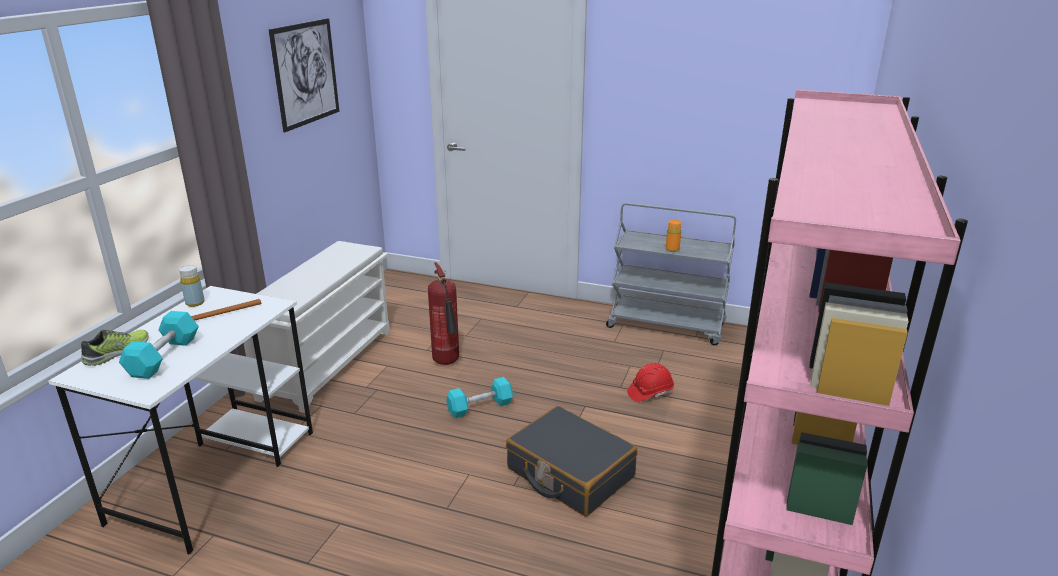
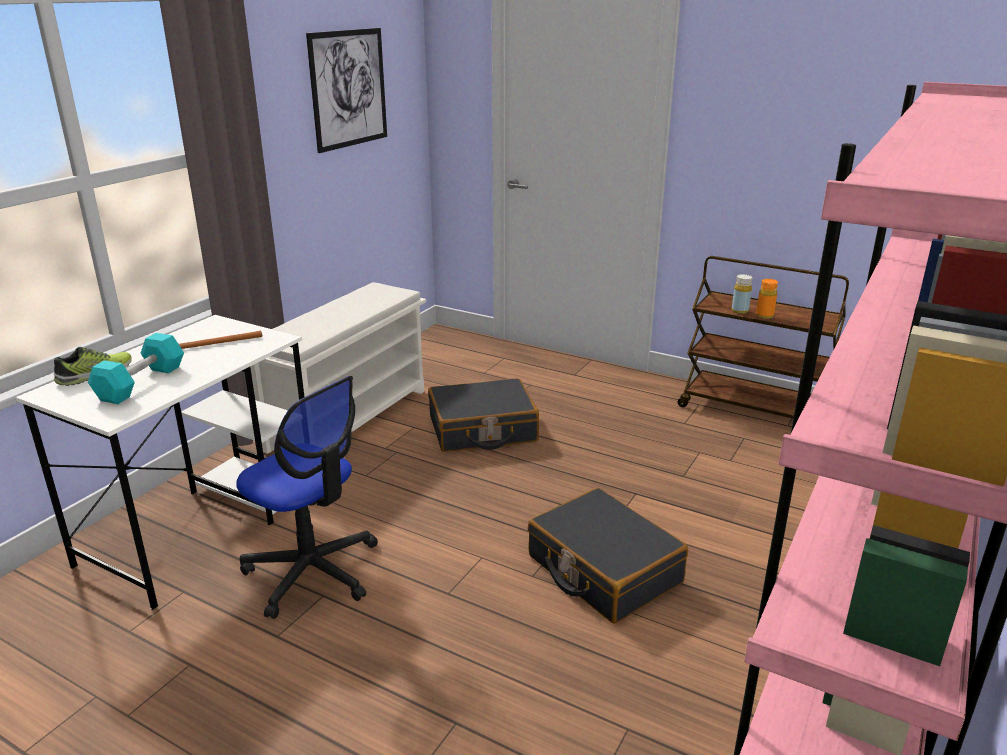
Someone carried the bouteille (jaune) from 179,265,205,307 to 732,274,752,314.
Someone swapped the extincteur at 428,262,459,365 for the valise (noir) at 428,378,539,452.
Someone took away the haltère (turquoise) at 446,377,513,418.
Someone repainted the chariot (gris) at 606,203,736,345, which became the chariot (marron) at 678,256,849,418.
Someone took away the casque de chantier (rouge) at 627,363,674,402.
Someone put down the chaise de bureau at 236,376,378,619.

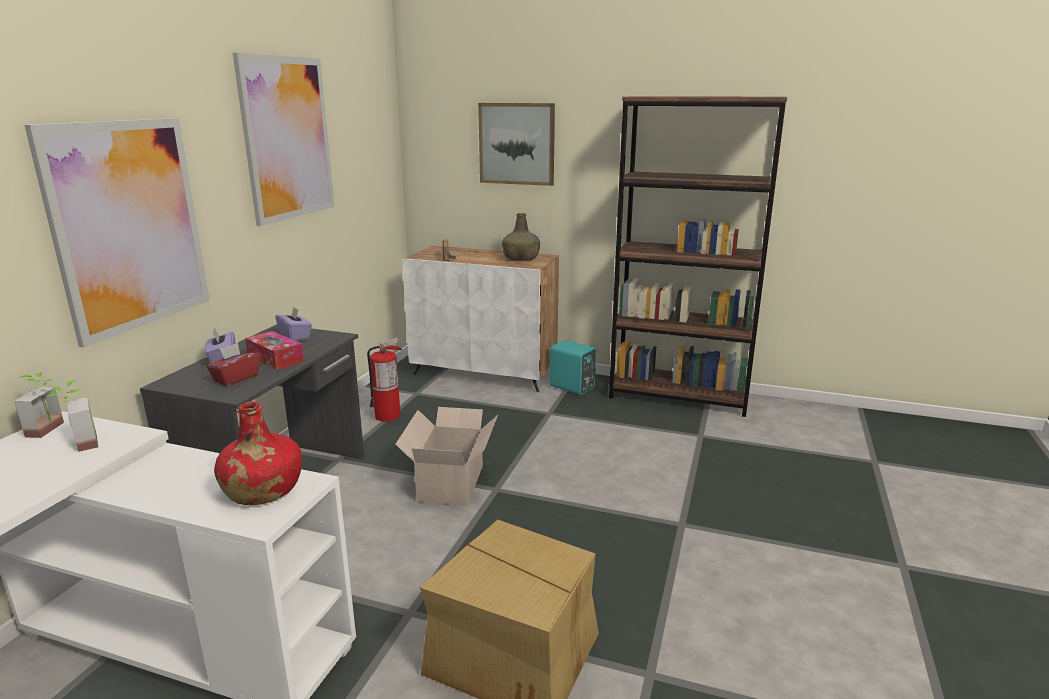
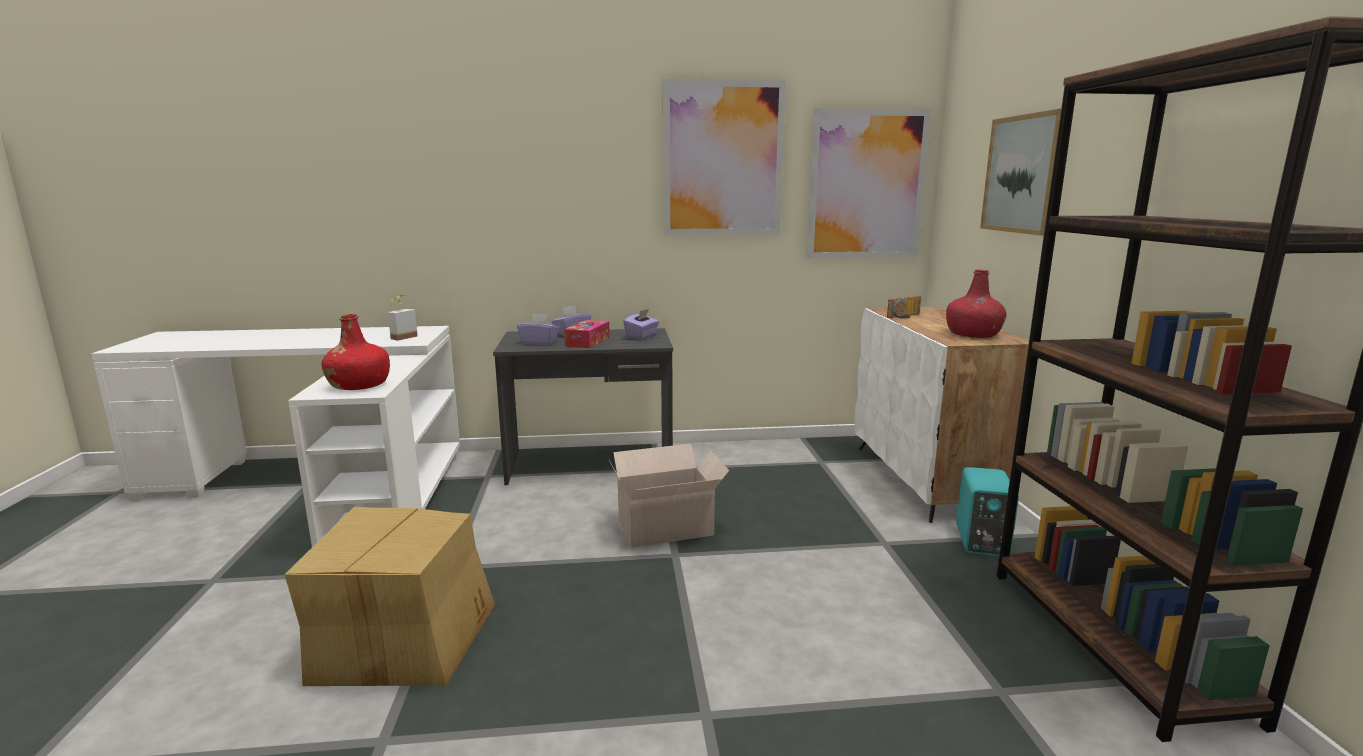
Someone took away the plante en pot at 14,372,64,438.
Someone carried the tableau from 24,118,210,348 to 806,108,931,259.
Someone repainted the boîte à mouchoirs (rouge) at 207,343,260,386, which became the boîte à mouchoirs (violet) at 517,313,559,345.
Someone took away the extincteur at 367,337,402,422.
Someone repainted the bouteille (vert) at 502,213,540,261, which became the bouteille (rouge) at 946,269,1006,338.

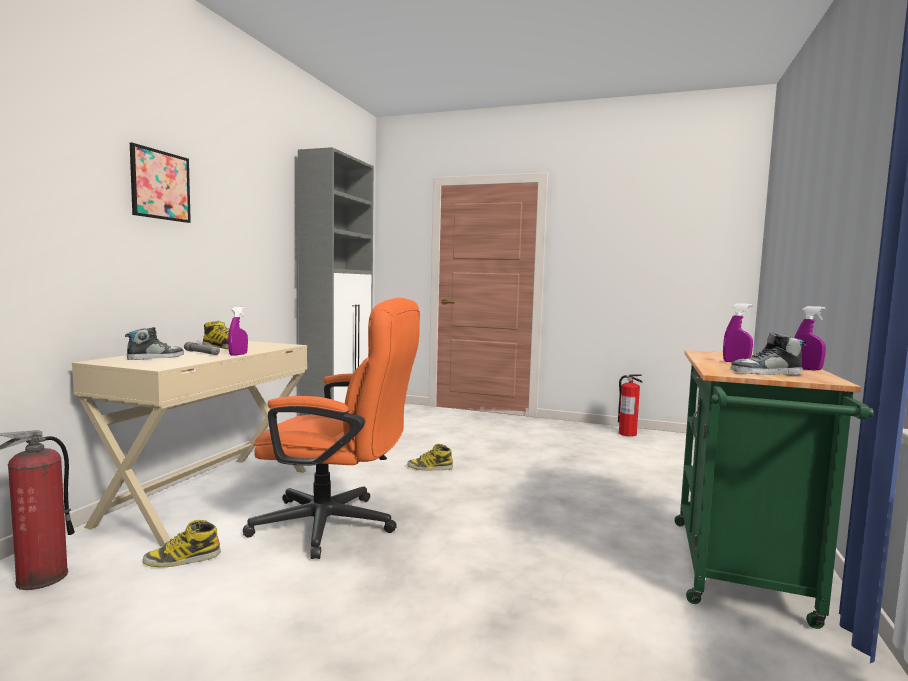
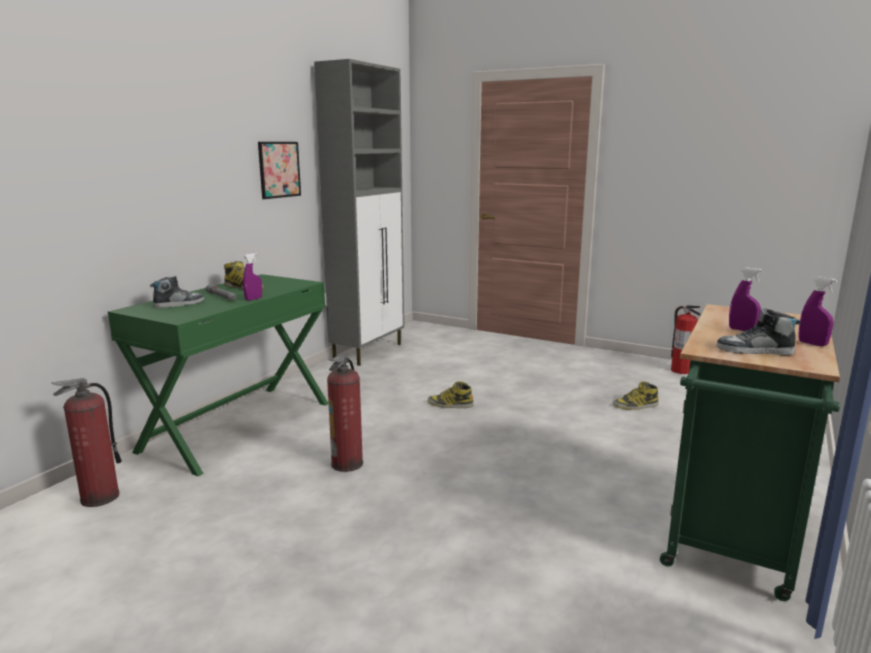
Someone repainted the bureau (beige) at 72,341,307,547, which became the bureau (vert) at 108,274,328,477.
Someone carried the tableau from 130,143,191,223 to 258,142,301,199.
Someone carried the botte from 142,520,221,567 to 613,381,658,410.
Someone swapped the chaise de bureau (orange) at 243,298,420,559 for the extincteur at 327,355,363,472.

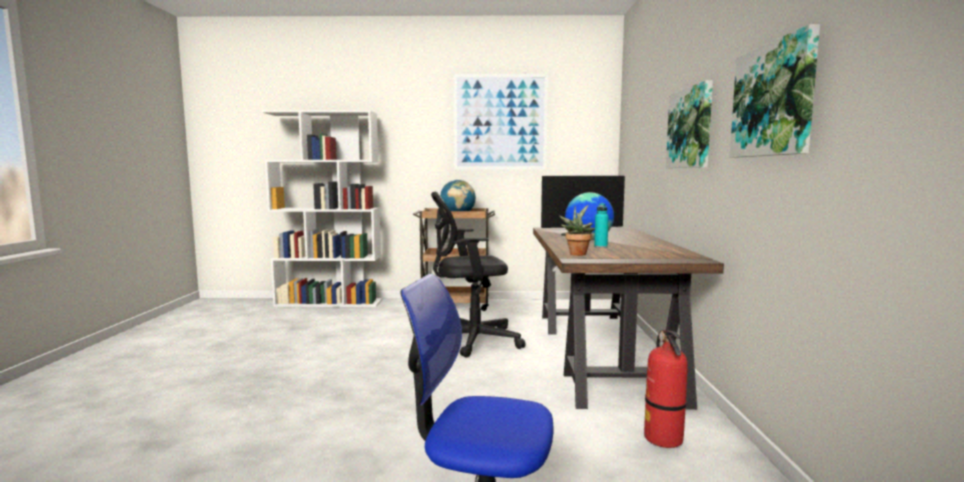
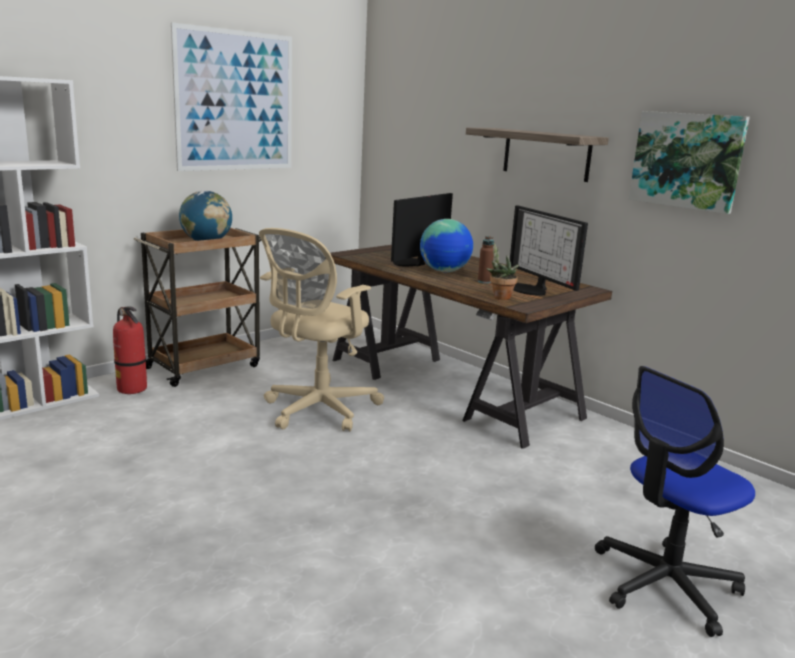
Someone repainted the chaise de bureau (noir) at 431,192,526,358, which became the chaise de bureau (beige) at 259,228,384,432.
Someone repainted the bouteille (turquoise) at 594,203,609,248, which became the bouteille (marron) at 478,236,494,284.
Someone carried the extincteur from 644,330,688,448 to 113,306,147,394.
Someone swapped the tableau at 666,80,713,168 for the étagère at 466,128,609,182.
Someone put down the écran d'ordinateur at 510,205,588,296.

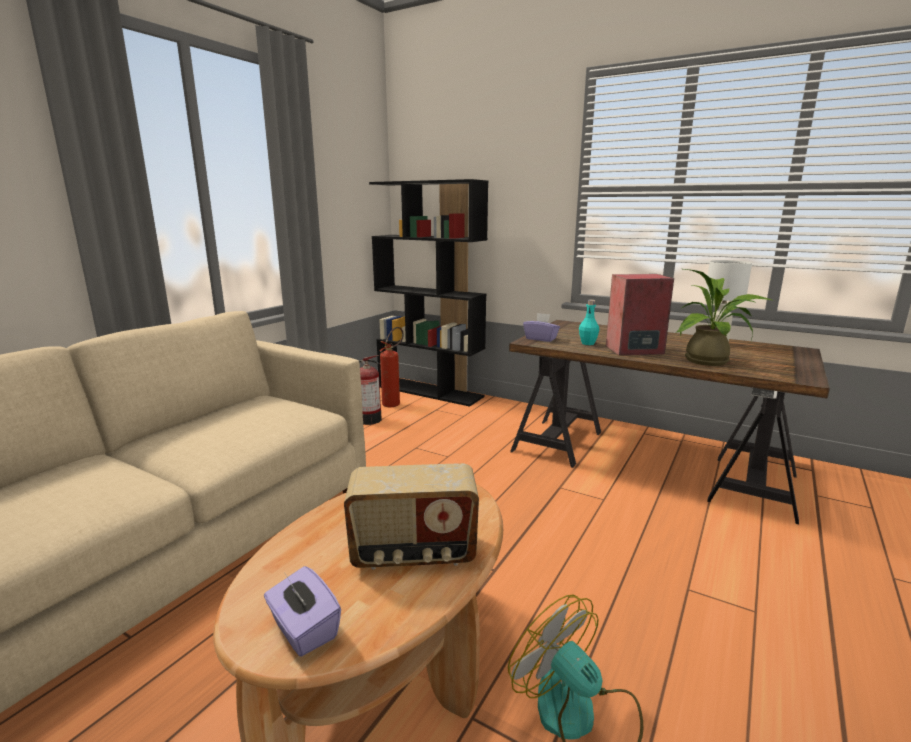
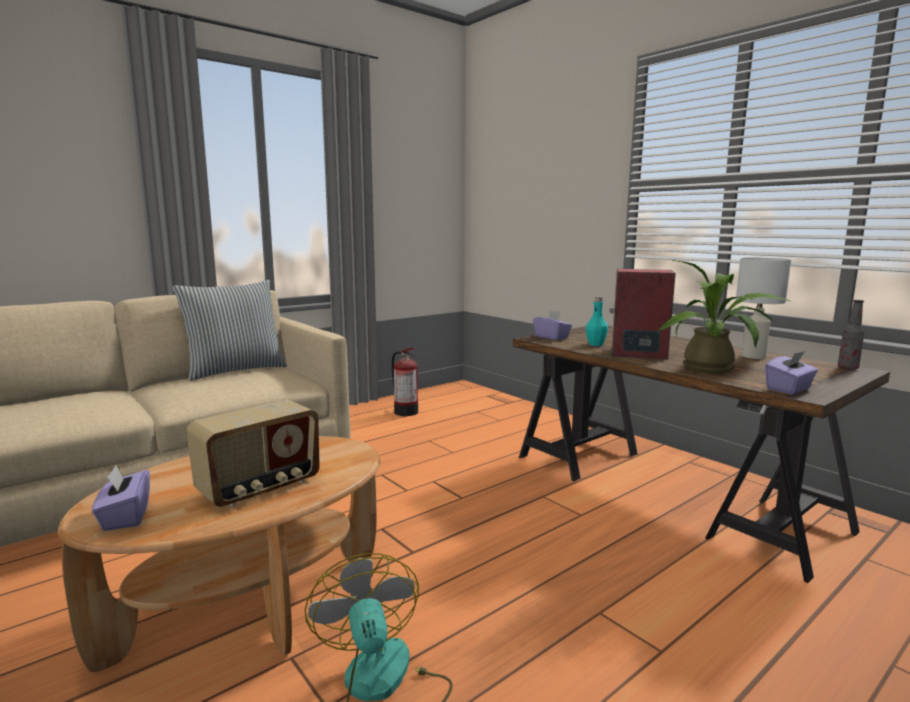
Someone rotated the radio at 344,463,479,570 by 60 degrees counterclockwise.
Someone took away the bibliothèque (noir) at 369,179,488,407.
Someone took away the extincteur at 379,327,404,407.
Someone put down the coussin at 173,280,287,381.
Someone put down the boîte à mouchoirs (violet) at 765,351,818,394.
Someone put down the bouteille at 838,300,865,370.

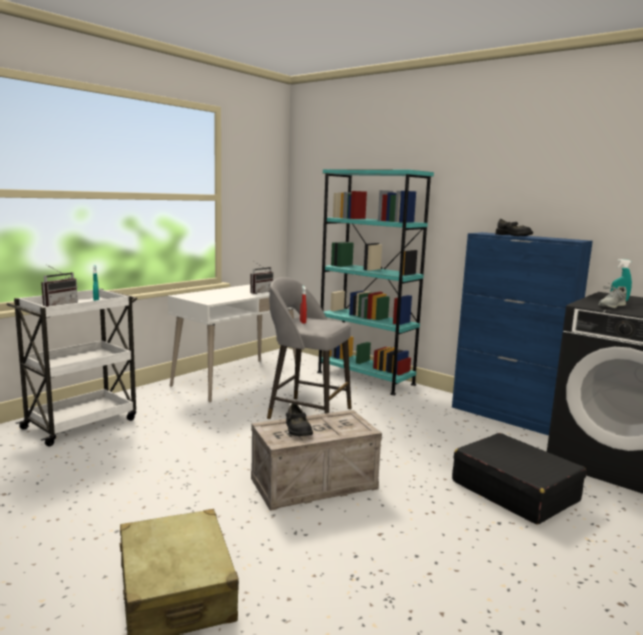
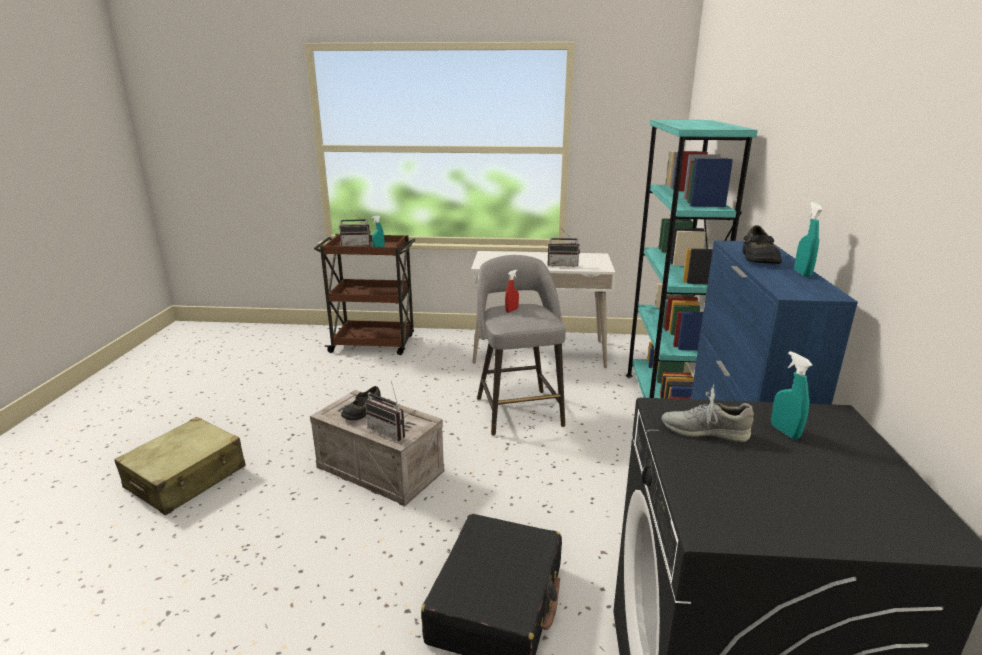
Someone repainted the chariot (blanc) at 6,288,137,447, which became the chariot (marron) at 314,234,415,355.
Someone put down the radio at 365,381,405,441.
Someone put down the vaporisateur (turquoise) at 794,202,823,277.

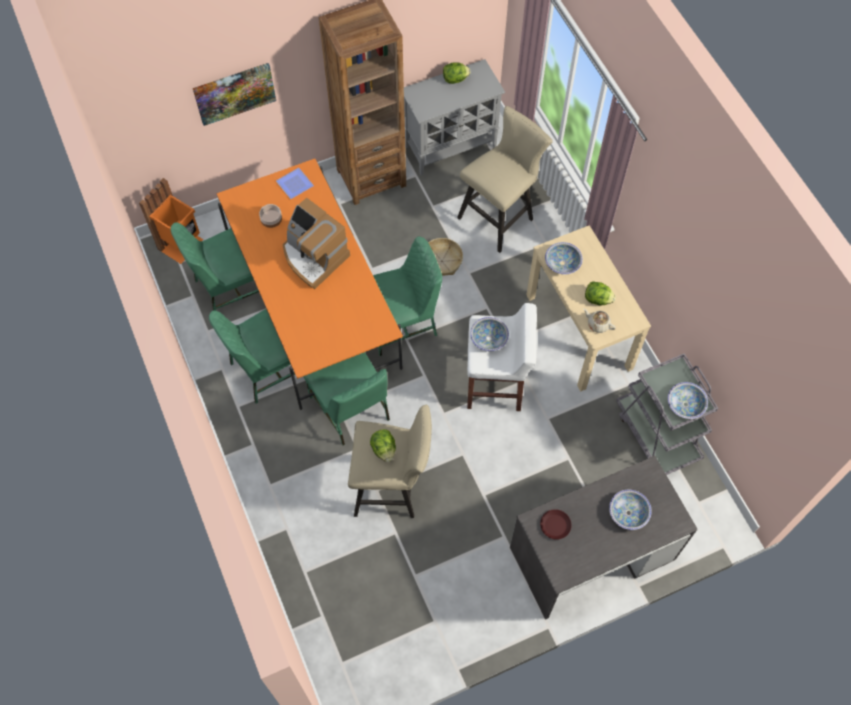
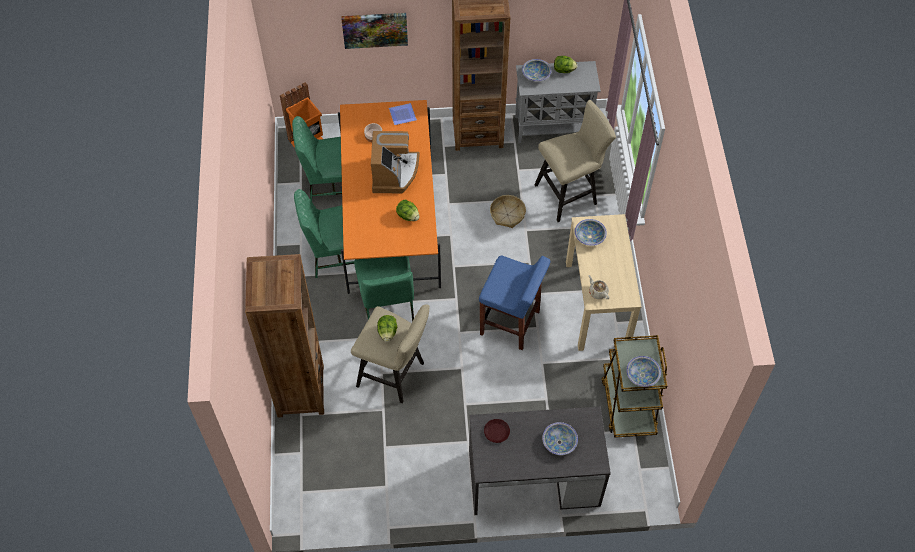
Someone rotated the machine à café at 282,198,350,289 by 150 degrees counterclockwise.
Someone took away the chaise (vert) at 373,237,442,356.
Someone repainted the tabouret (blanc) at 467,303,537,411, which became the tabouret (bleu) at 479,255,551,350.
Someone carried the bol from 470,317,509,351 to 522,59,552,82.
Someone carried the laitue from 585,281,616,305 to 396,199,419,221.
Someone repainted the chariot (gris) at 616,353,718,475, which became the chariot (marron) at 602,335,667,438.
Someone put down the bibliothèque (marron) at 245,254,324,417.

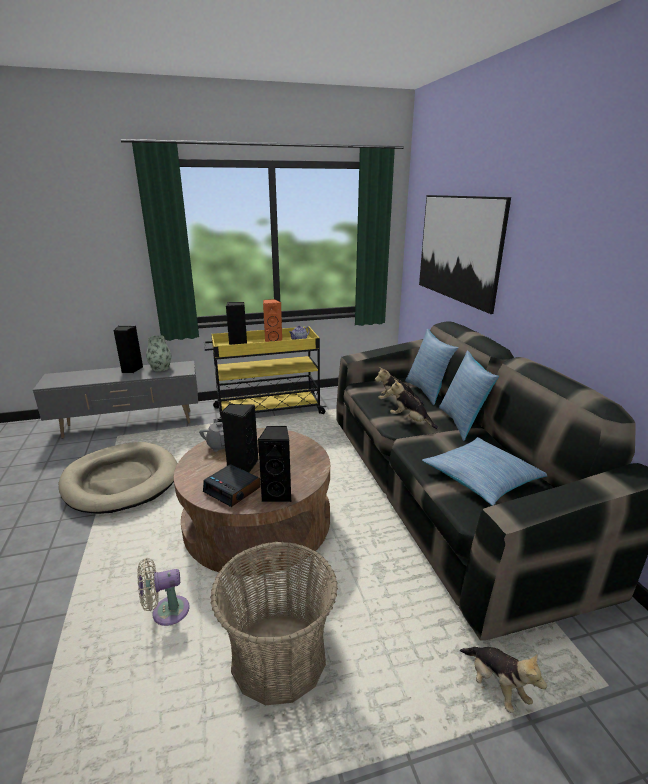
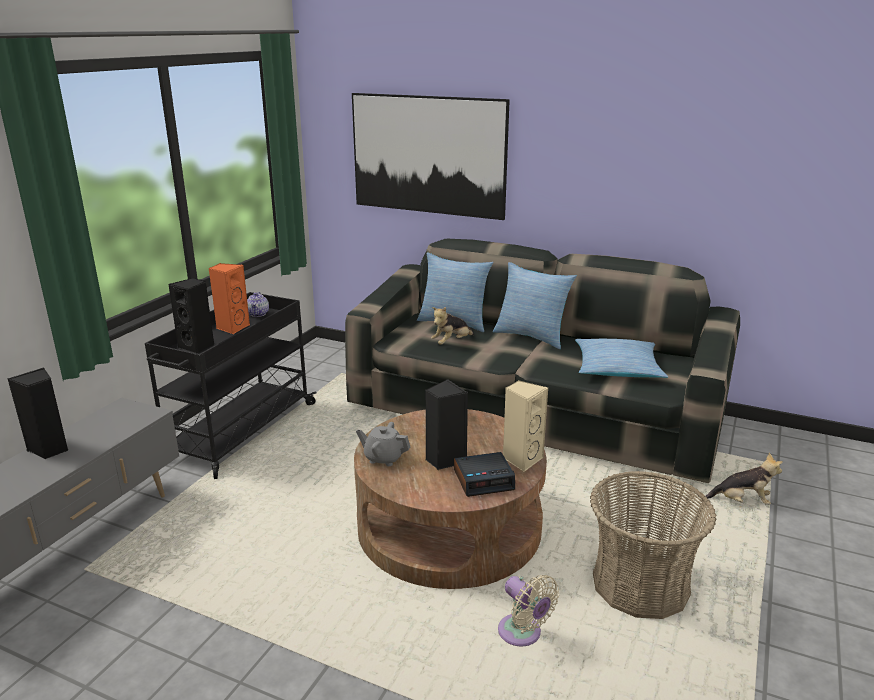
Someone took away the panier pour chien (beige) at 59,442,178,514.
Someone rotated the ventilateur (beige) at 137,558,190,626 by 60 degrees counterclockwise.
Someone took away the vase at 146,335,171,372.
Someone repainted the chariot (jaune) at 204,327,327,422, which became the chariot (noir) at 145,292,317,479.
Someone repainted the enceinte (noir) at 257,426,292,502, which became the enceinte (beige) at 503,380,548,472.
Someone took away the peluche at 387,379,438,429.

